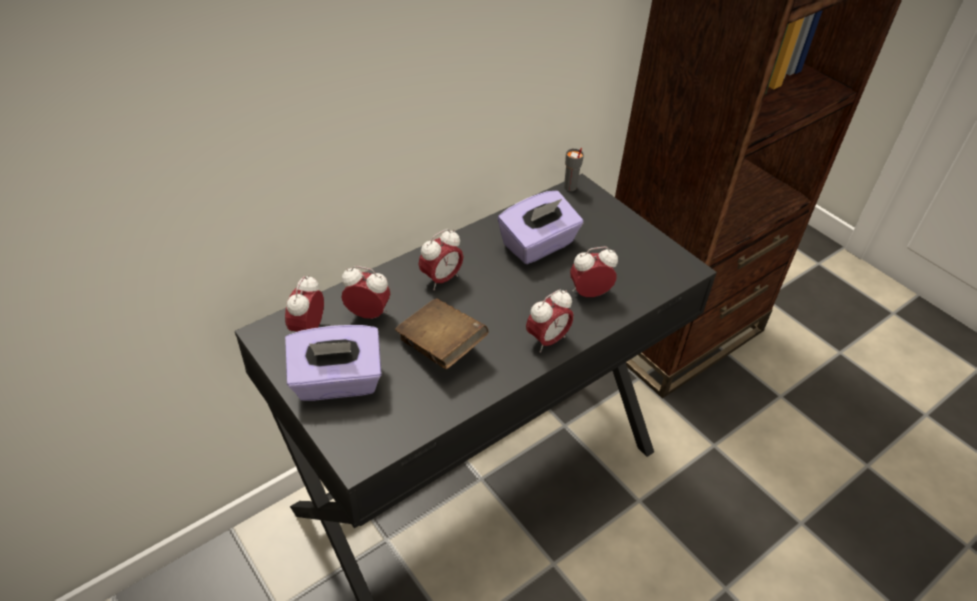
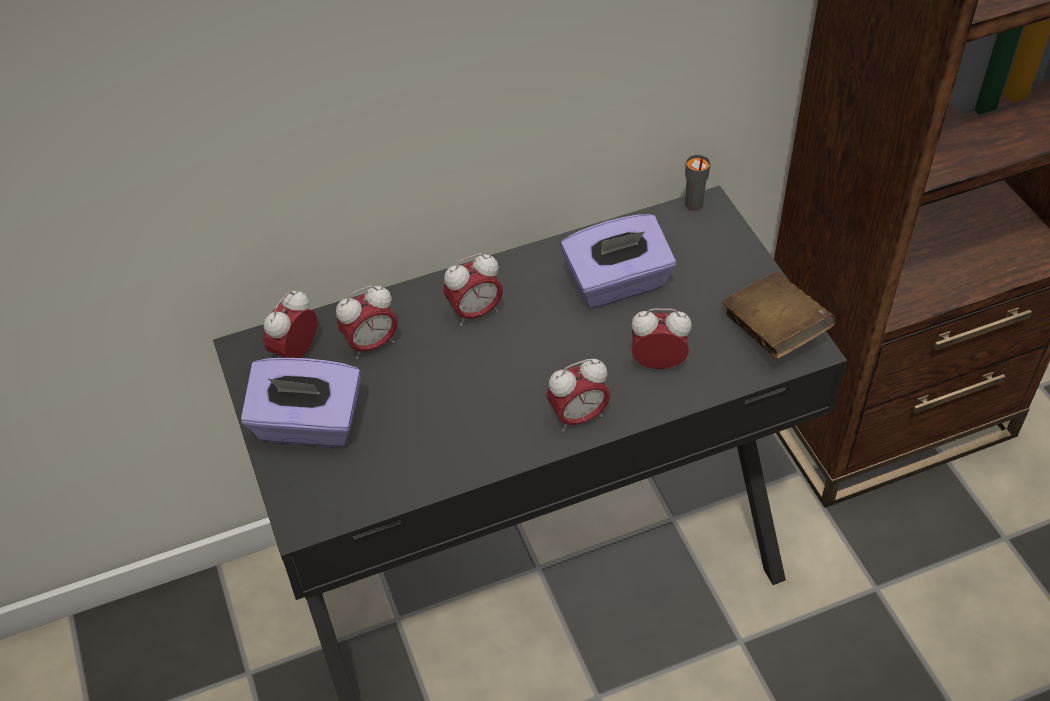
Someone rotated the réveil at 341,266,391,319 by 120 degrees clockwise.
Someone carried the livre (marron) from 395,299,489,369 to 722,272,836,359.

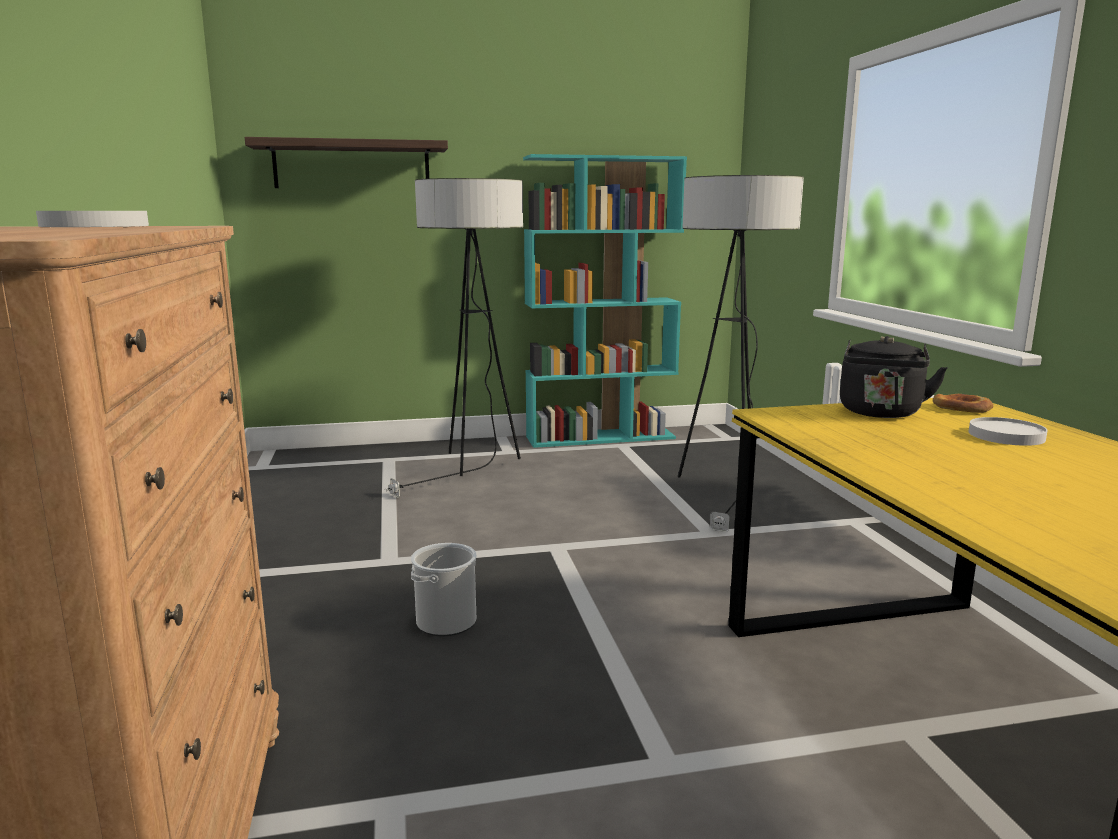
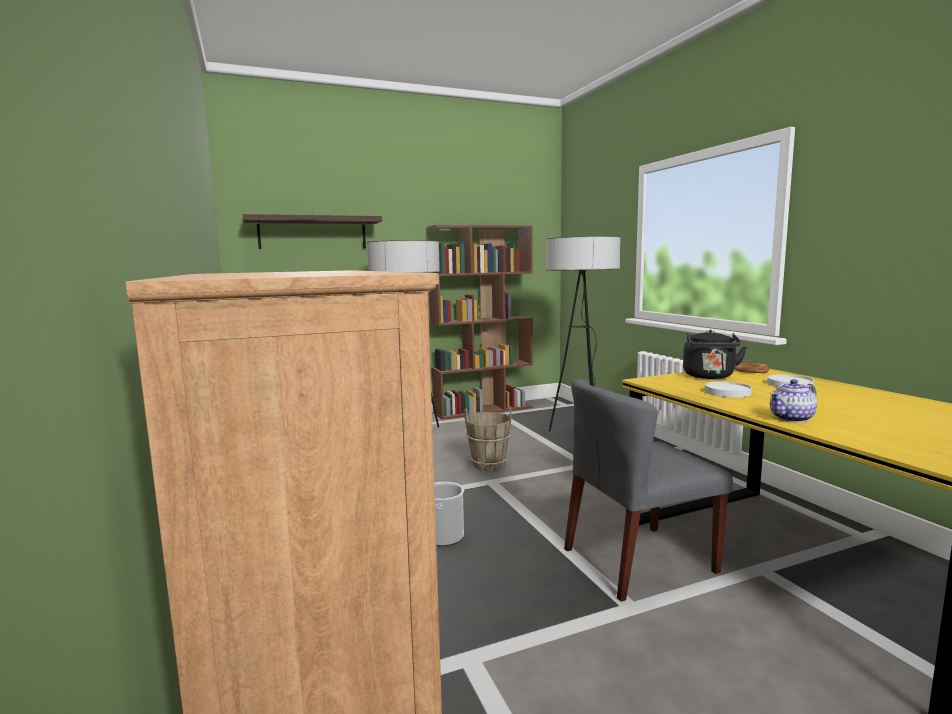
Someone carried the assiette (blanc) from 36,211,149,227 to 705,381,752,397.
Someone repainted the bibliothèque (turquoise) at 523,154,687,448, which became the bibliothèque (marron) at 427,225,533,420.
Someone put down the seau (marron) at 464,407,511,471.
Someone put down the chaise (gris) at 564,379,733,602.
Someone put down the théière at 770,379,817,423.

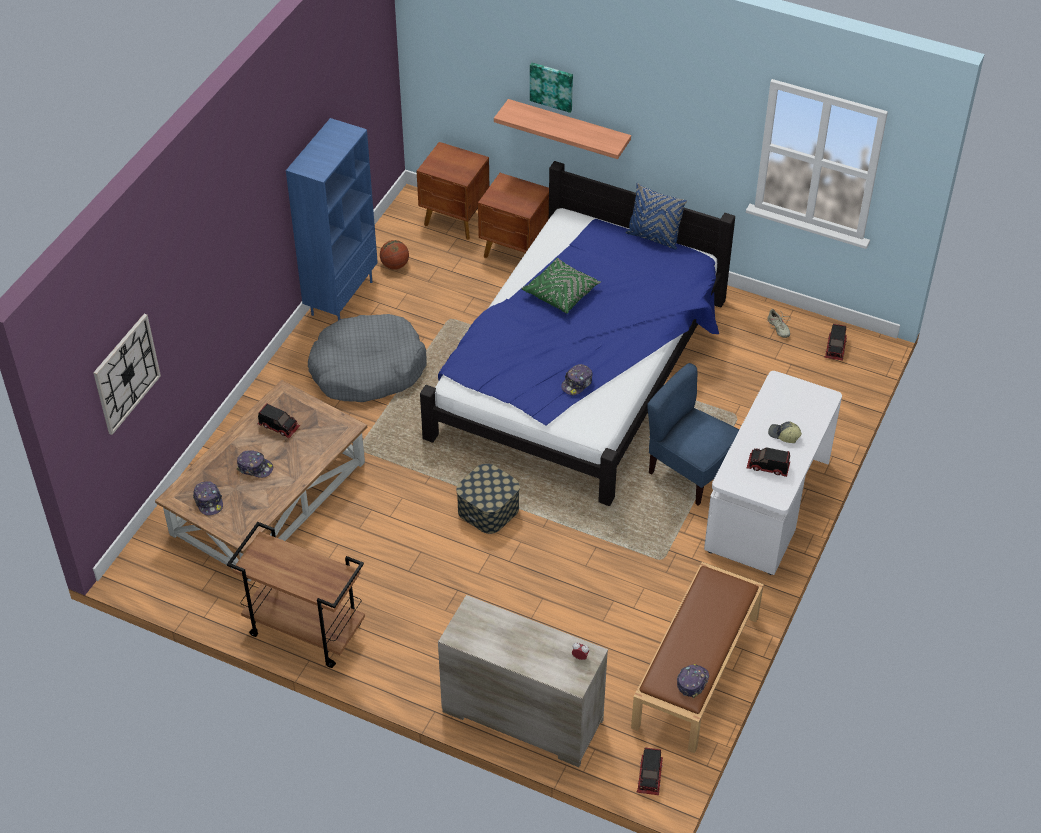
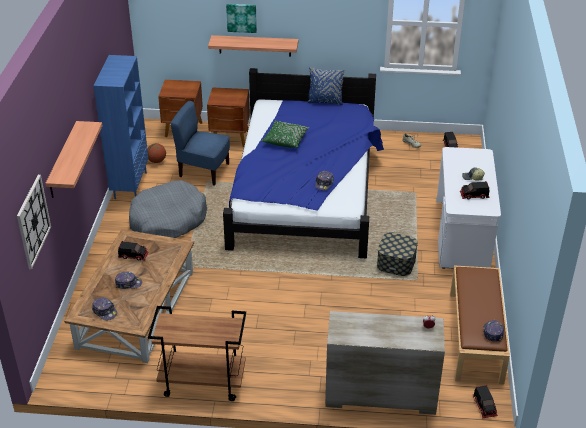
Someone carried the boîte de rangement from 456,463,520,534 to 377,233,418,276.
Someone carried the chaise (bleu) from 647,363,740,506 to 170,101,230,185.
Someone put up the étagère at 45,121,103,198.

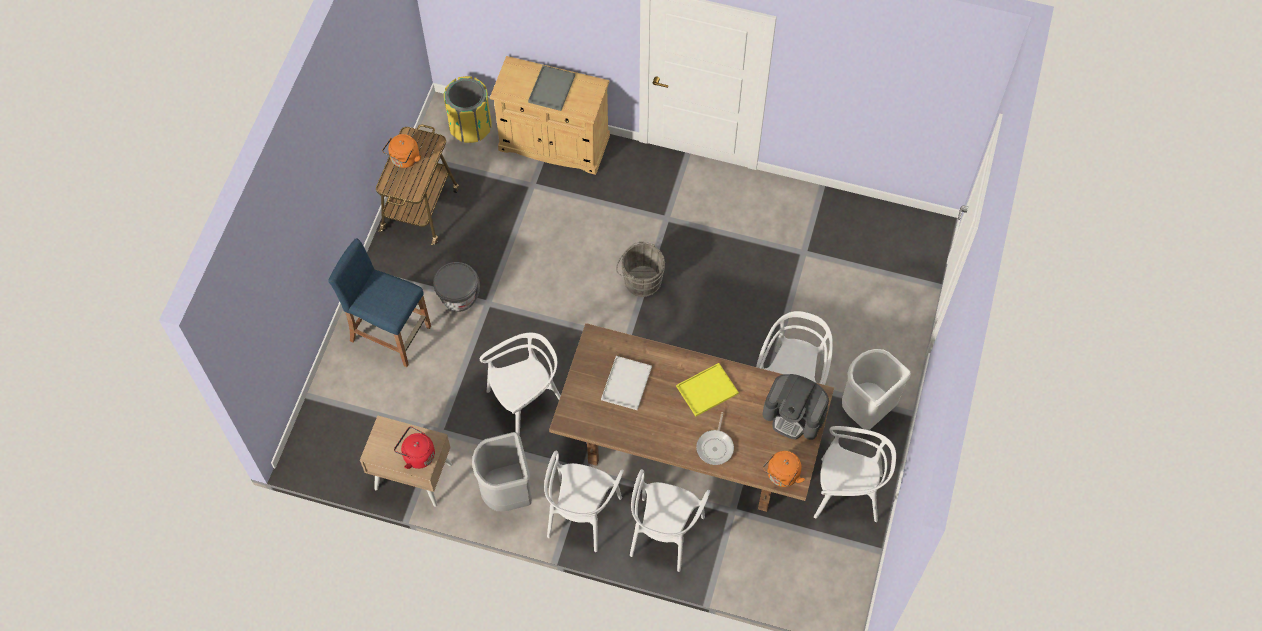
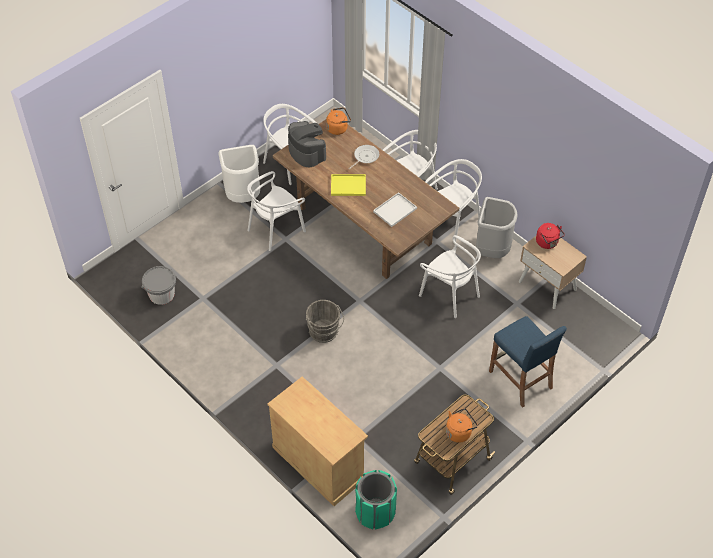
Someone carried the seau (gris) from 433,262,480,312 to 141,266,176,305.
Someone repainted the poubelle (jaune) at 444,76,492,143, which became the poubelle (vert) at 355,470,397,530.
Someone rotated the chaise (blanc) at 480,333,561,436 by 135 degrees counterclockwise.
Someone took away the plateau (gris) at 528,65,575,111.

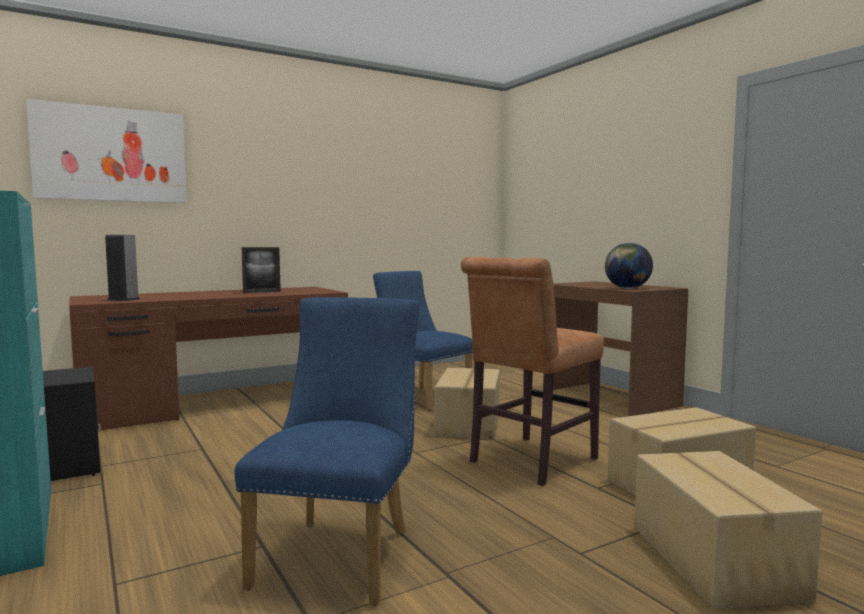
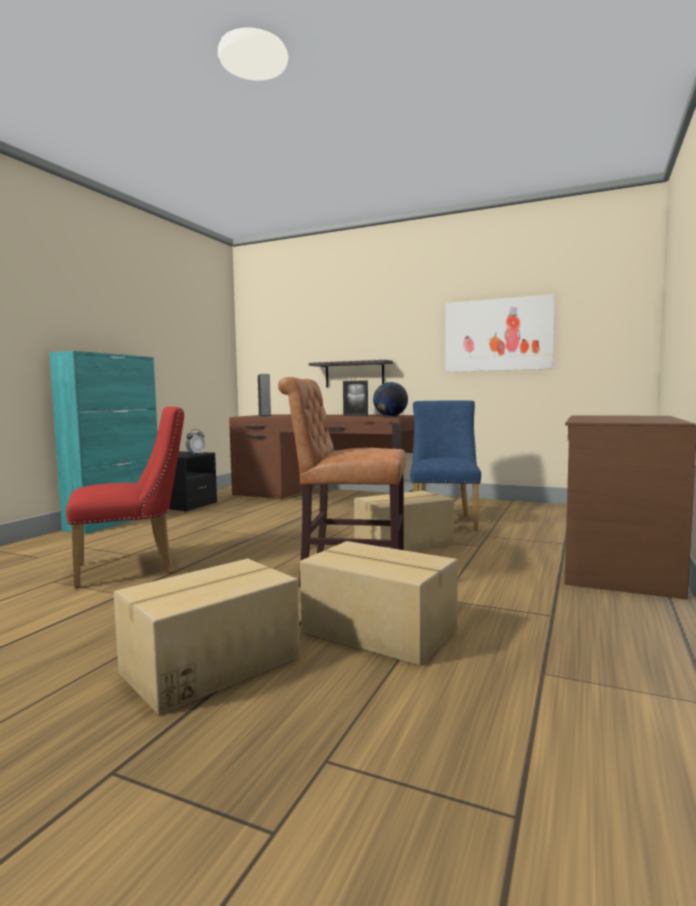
Someone carried the tableau from 26,99,187,203 to 445,294,555,372.
Someone repainted the chaise (bleu) at 234,297,419,606, which became the chaise (rouge) at 66,407,184,588.
Someone carried the globe from 605,243,653,289 to 373,382,408,417.
Someone put down the réveil at 186,429,206,455.
Someone put up the étagère at 309,360,393,388.

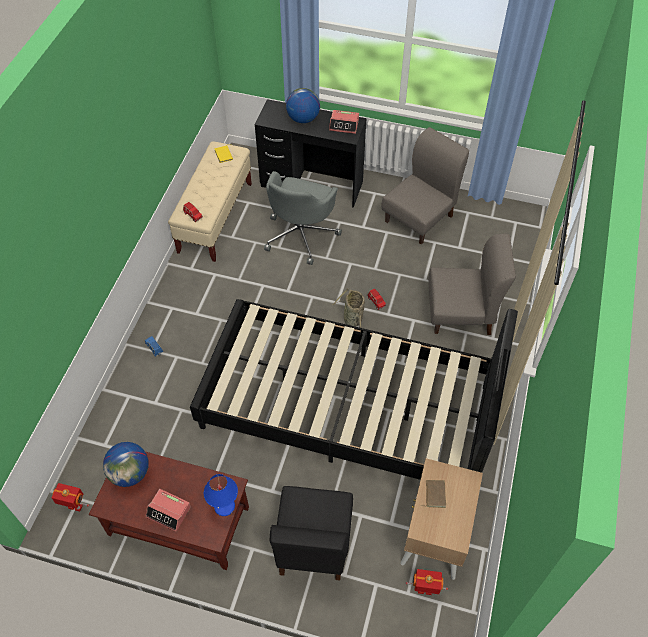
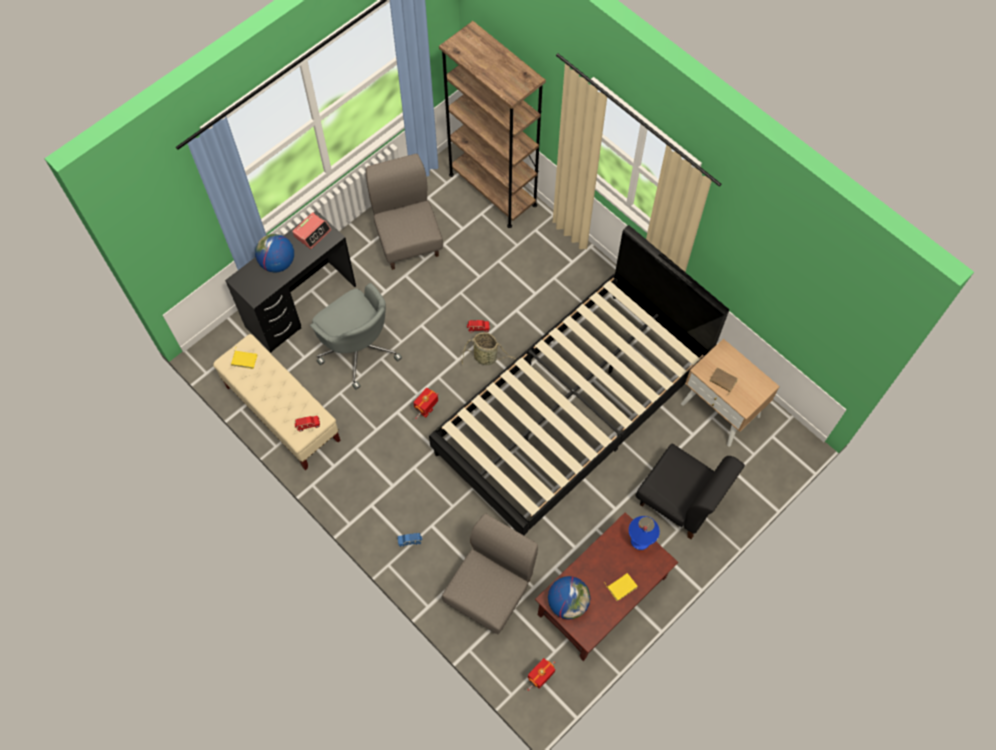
Someone swapped the réveil at 146,489,191,532 for the livre (jaune) at 604,573,637,601.
Someone carried the robot jouet from 406,569,448,595 to 413,387,438,419.
Someone carried the chaise (gris) from 428,234,516,335 to 442,514,538,634.
Someone put down the bibliothèque (marron) at 439,21,546,228.

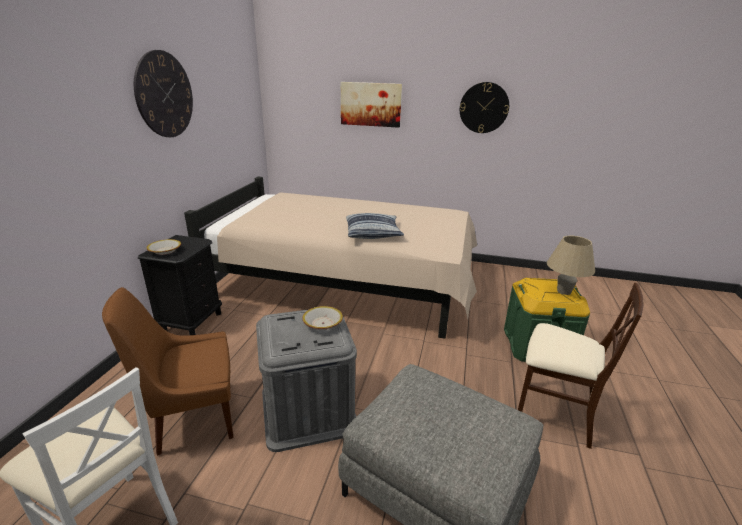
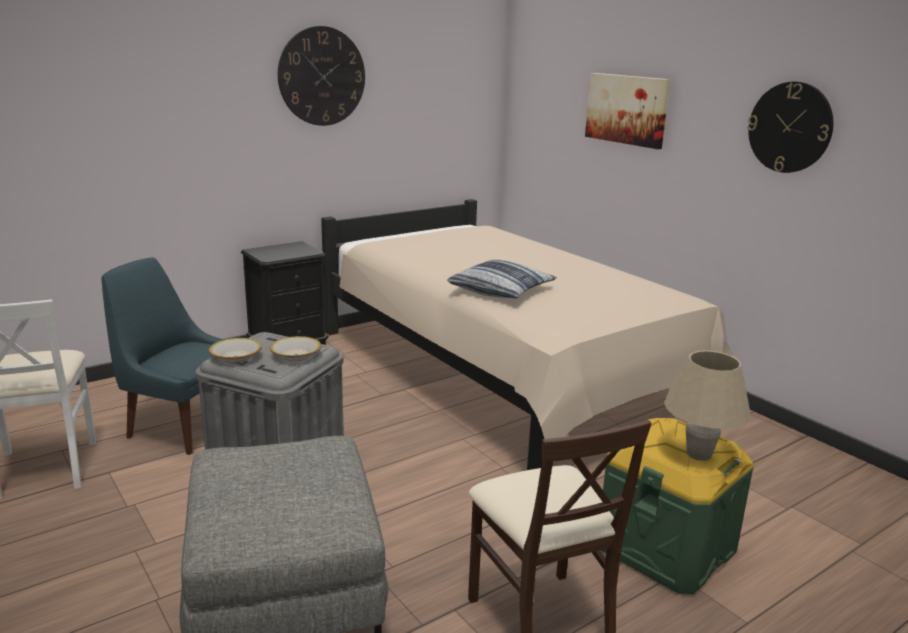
Someone repainted the chaise (marron) at 102,287,233,456, which became the chaise (bleu) at 101,257,224,455.
Someone carried the bol from 147,239,181,255 to 209,338,262,363.

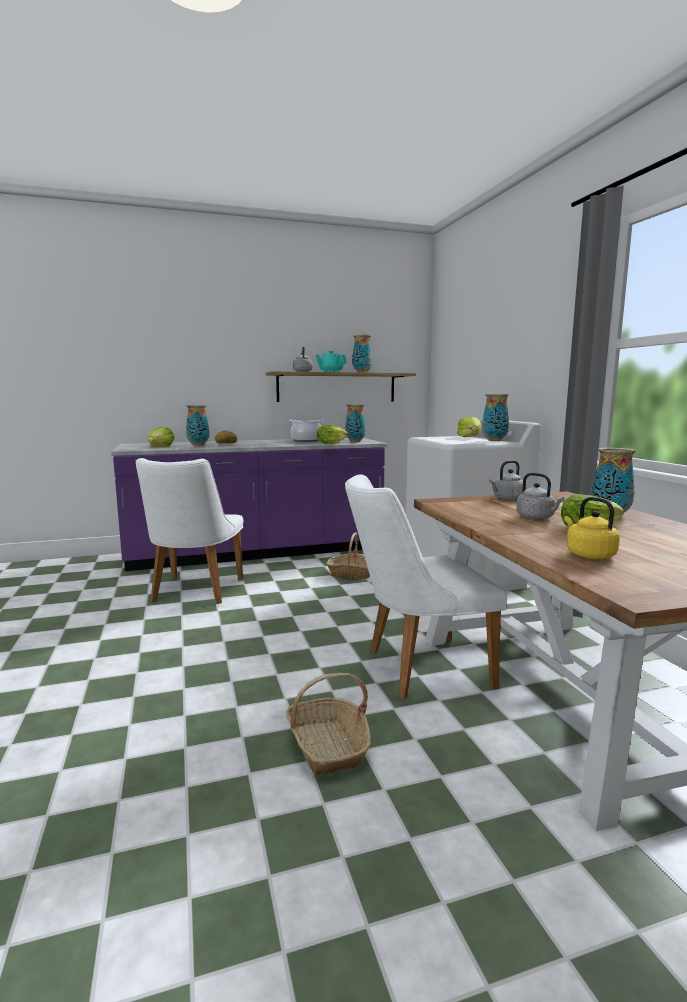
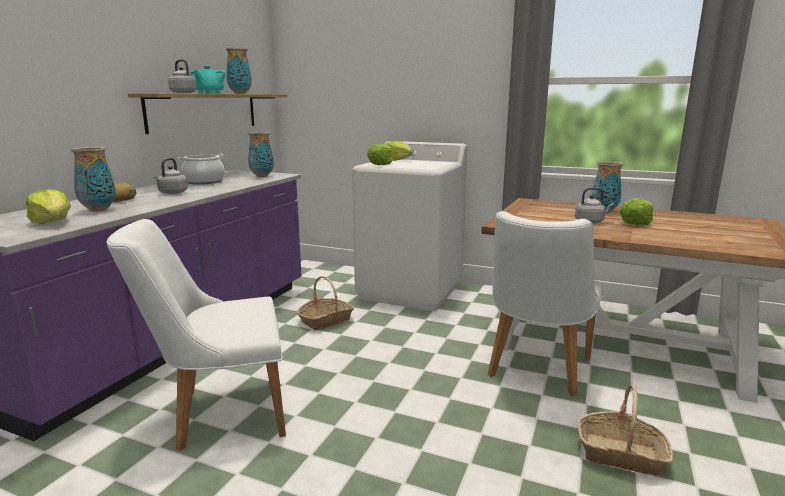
Someone rotated the chaise (blanc) at 136,458,243,604 by 120 degrees clockwise.
Someone carried the laitue from 317,425,348,444 to 367,144,393,165.
Someone took away the vase at 482,394,509,441.
Someone carried the bouilloire (gris) from 489,460,523,500 to 154,158,188,194.
Someone took away the bouilloire (jaune) at 564,497,620,559.

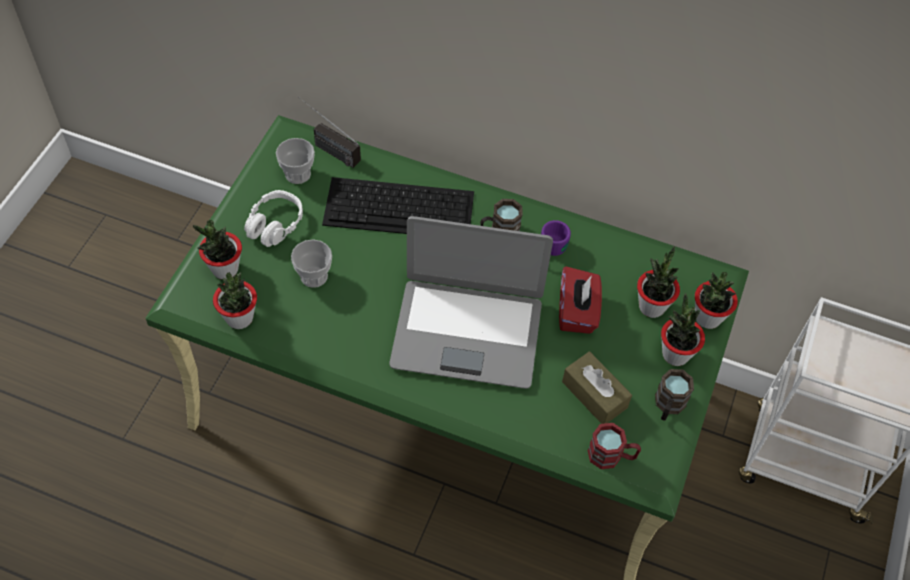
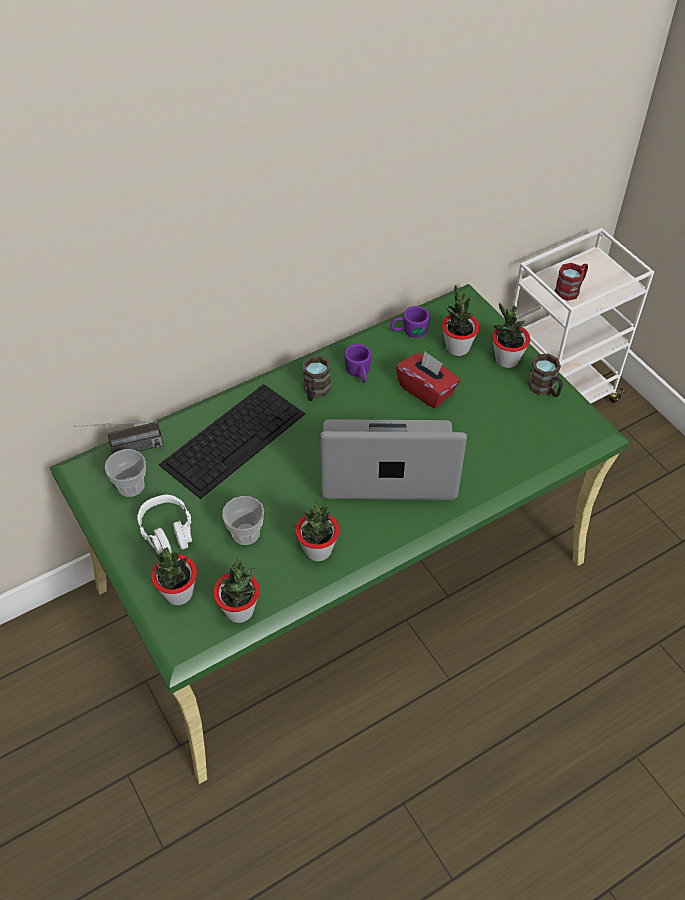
Someone rotated the ordinateur portable at 389,216,553,389 by 135 degrees counterclockwise.
Someone took away the boîte à mouchoirs (marron) at 562,351,632,424.
Someone carried the mug (rouge) from 588,423,641,469 to 555,263,588,301.
Someone carried the plante en pot from 695,272,738,329 to 295,503,340,561.
Someone put down the mug (violet) at 390,306,430,338.

